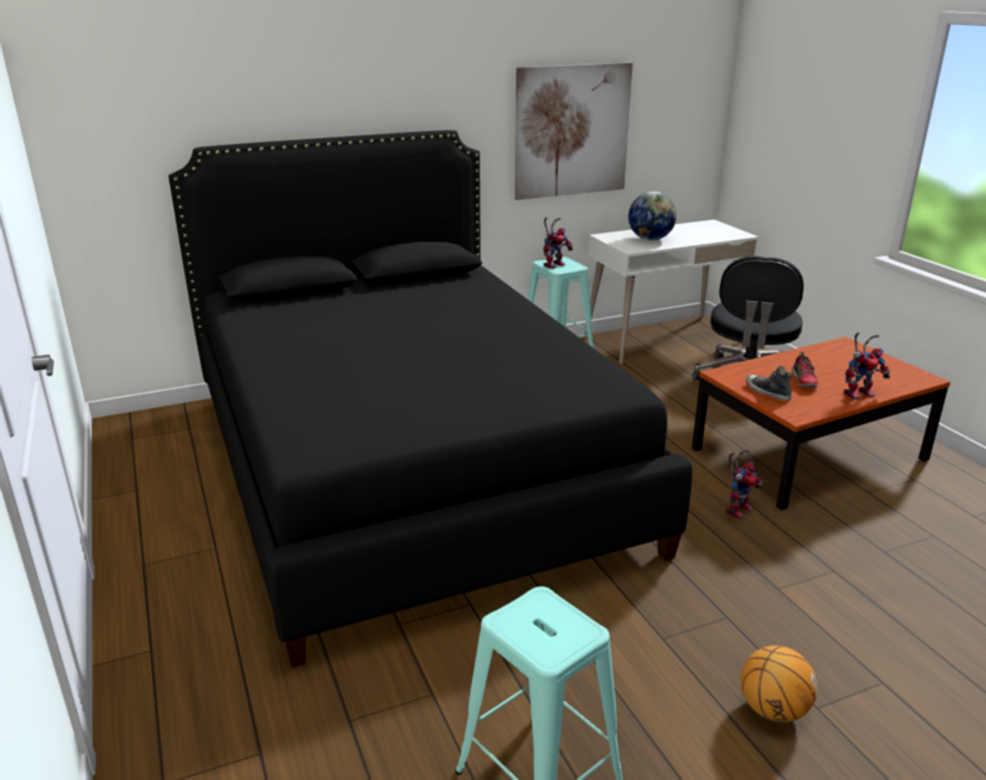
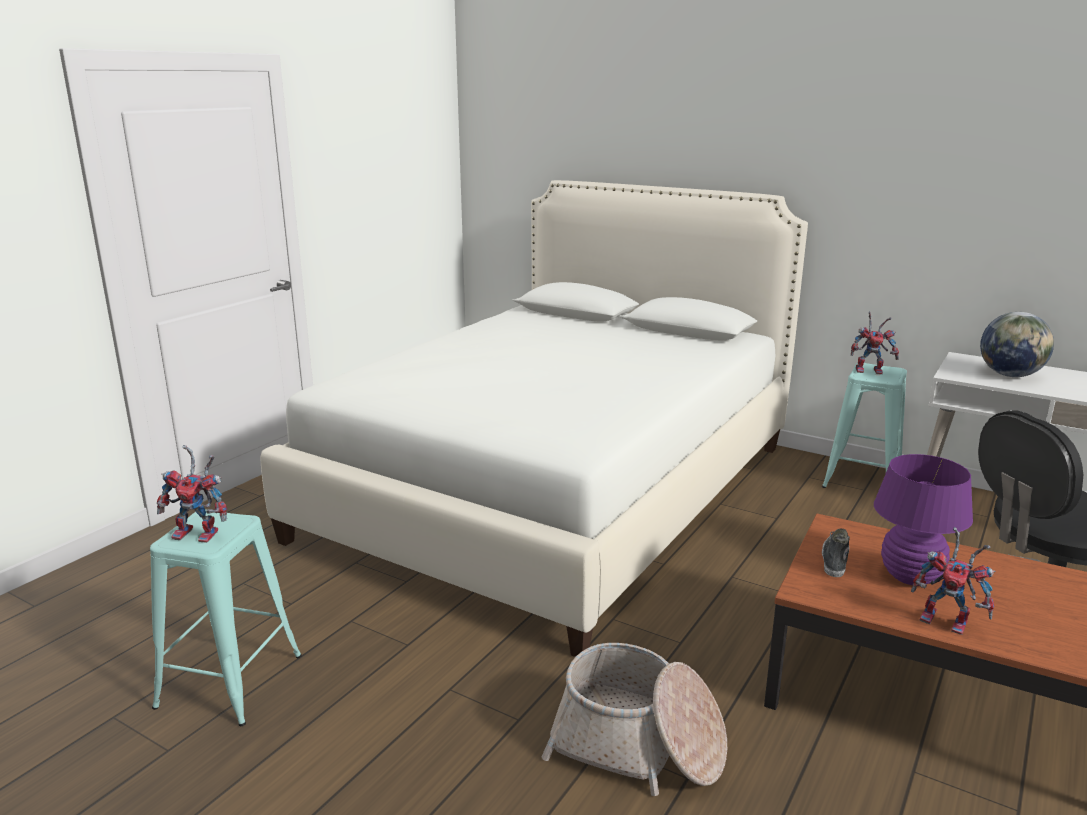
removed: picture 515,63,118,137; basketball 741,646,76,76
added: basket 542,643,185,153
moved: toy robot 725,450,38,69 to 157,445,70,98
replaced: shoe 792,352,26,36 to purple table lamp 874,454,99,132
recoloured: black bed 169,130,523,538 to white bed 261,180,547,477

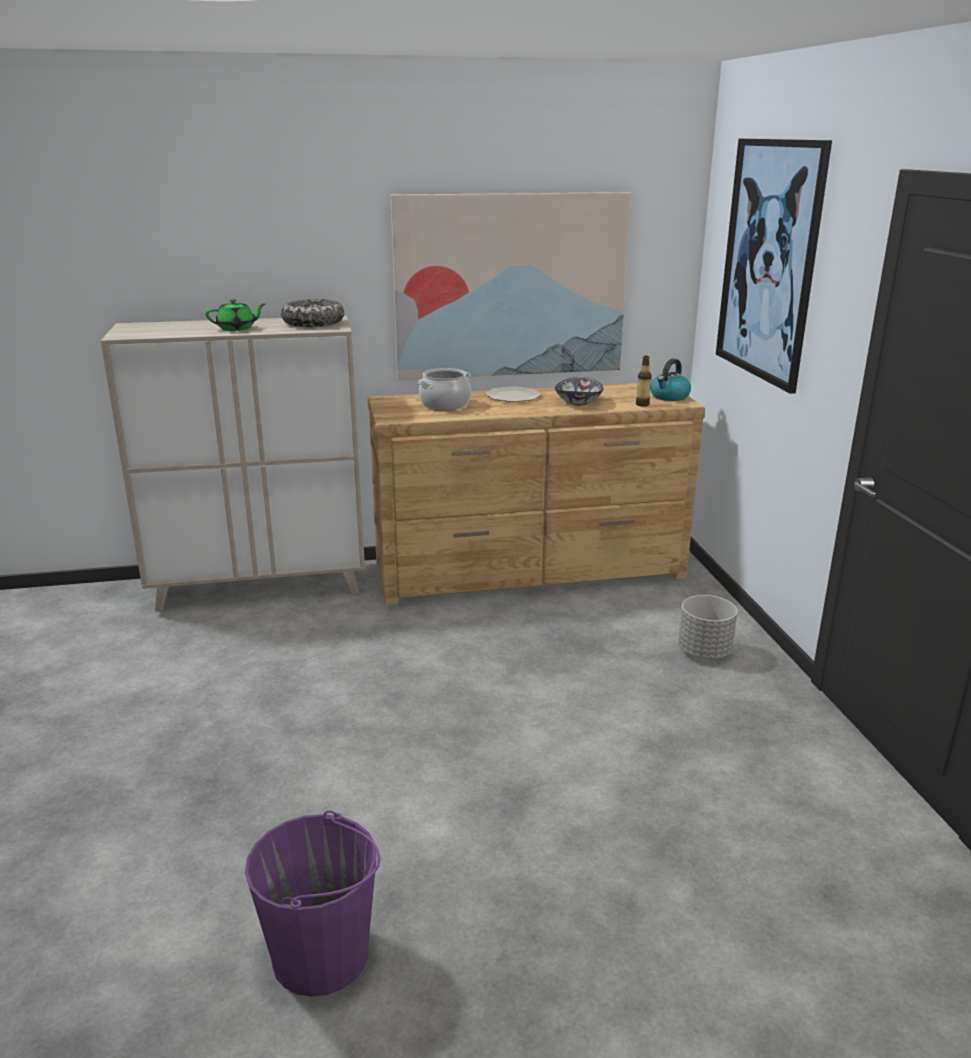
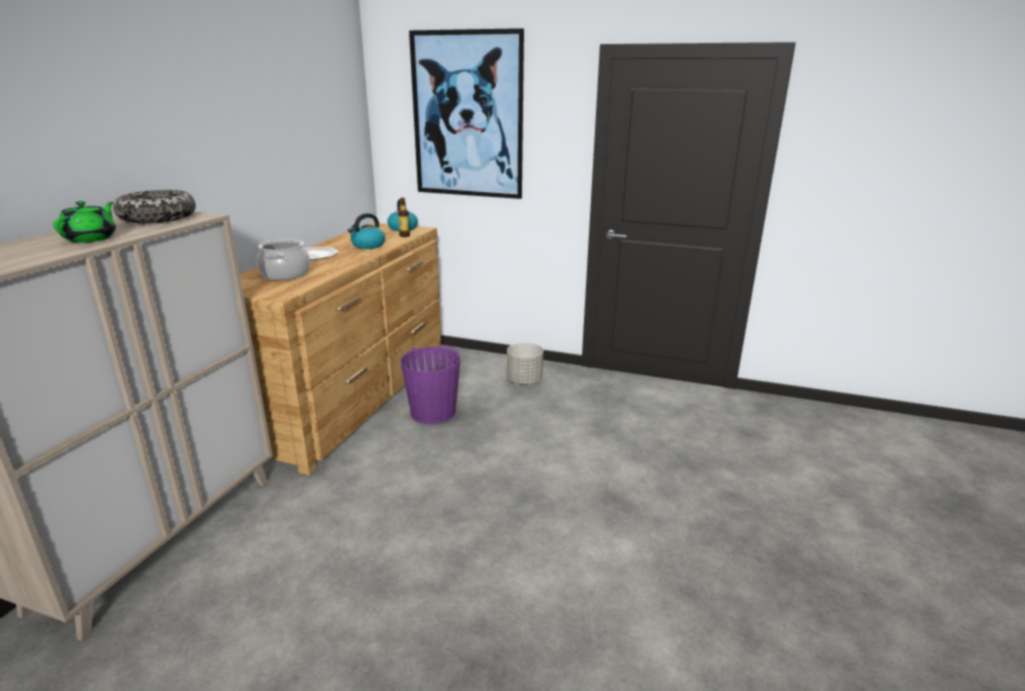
removed: picture 391,192,240,188
moved: purple bucket 245,811,135,186 to 400,346,61,78
replaced: bowl 555,377,48,29 to kettle 348,213,37,36

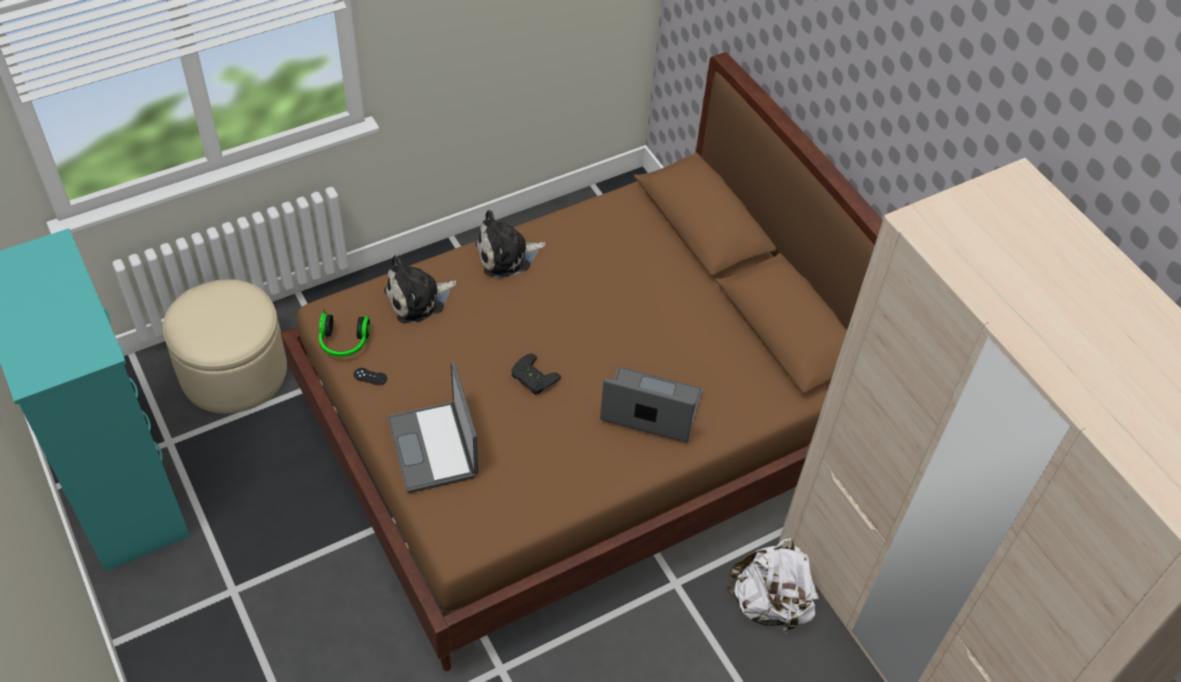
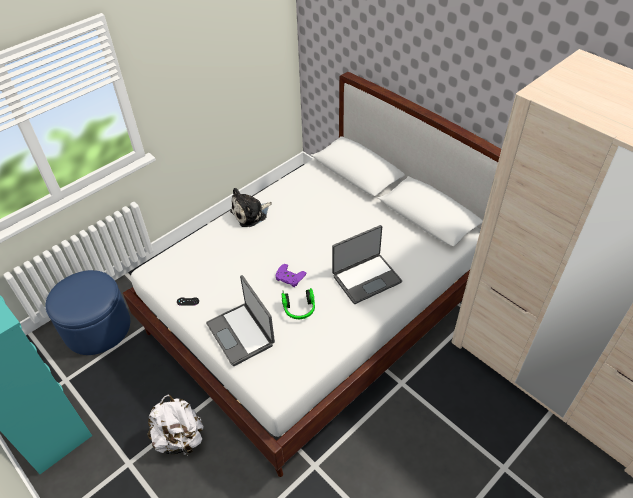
removed: plush toy 384,255,72,69
moved: white backpack 726,538,93,97 to 147,394,57,62; headphones 319,308,51,49 to 282,288,33,31
recoloured: beige ottoman 163,279,124,135 to blue ottoman 45,270,85,85; brown bed 281,52,602,619 to white bed 123,72,378,405; black game controller 511,354,50,41 to purple game controller 276,264,30,23
turned: laptop 600,367,103,76 = 332,225,70,79 150 degrees clockwise

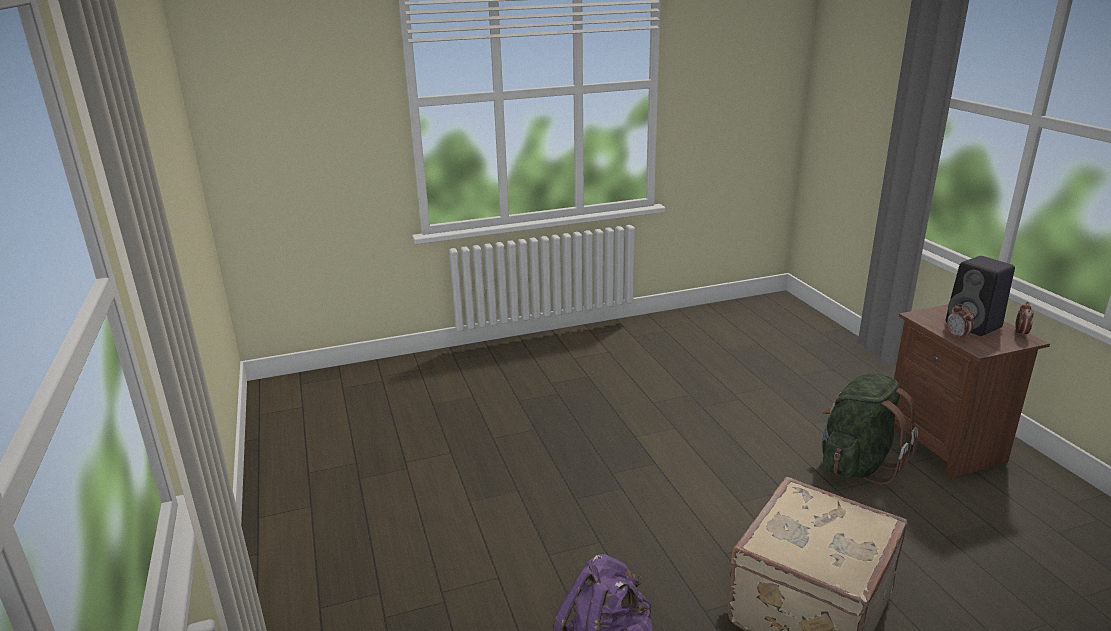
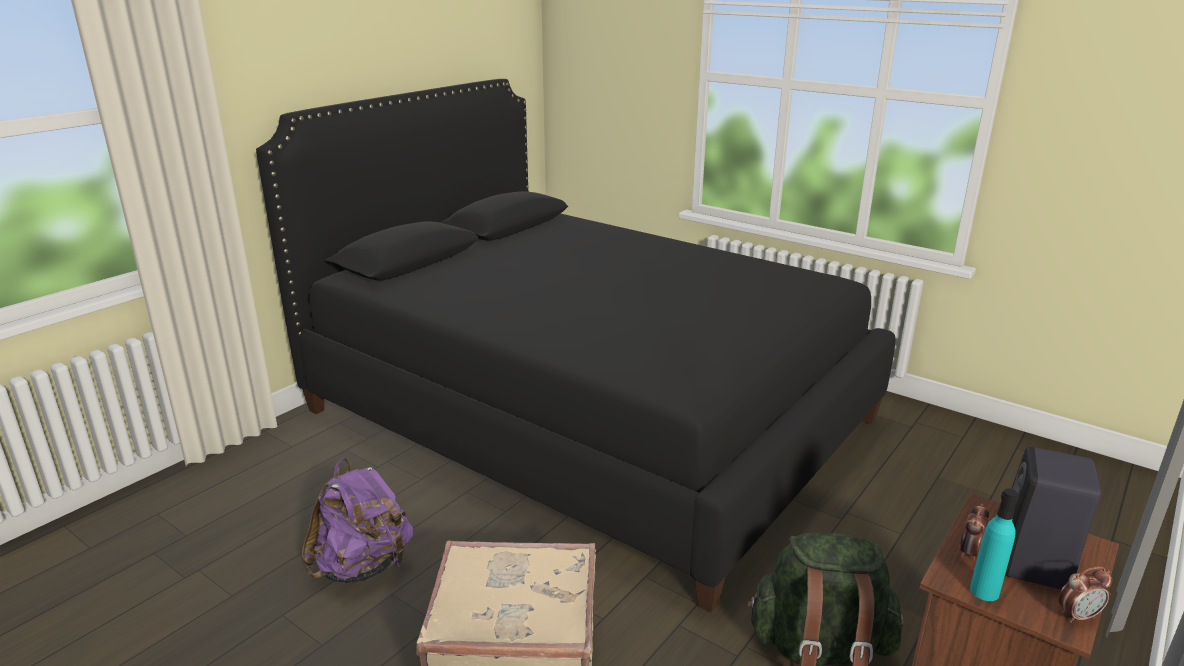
added: black bed 256,79,639,534; turquoise bottle 970,488,49,113

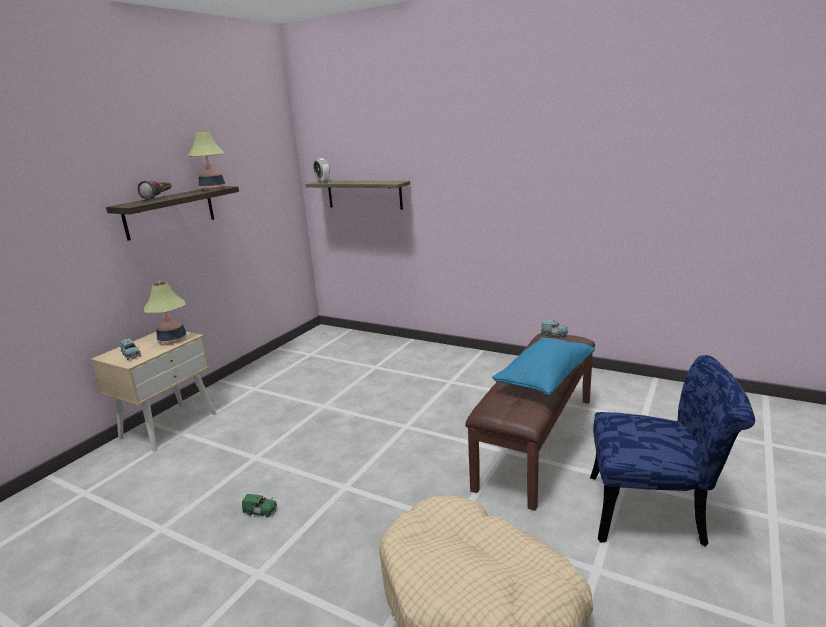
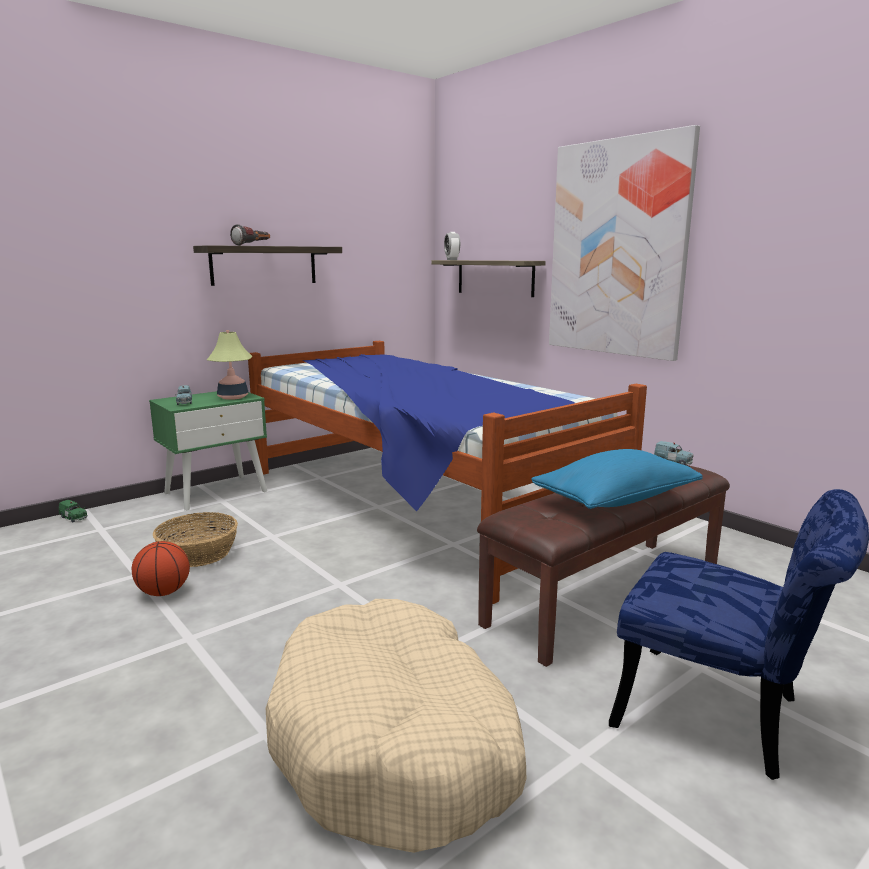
removed: table lamp 188,130,37,60
added: basketball 132,541,58,55; basket 153,512,85,55; bed 248,341,399,263; picture 549,125,151,236
moved: green toy car 242,494,35,24 to 59,500,29,22
recoloured: beige nightstand 91,332,126,120 to green nightstand 149,391,118,120

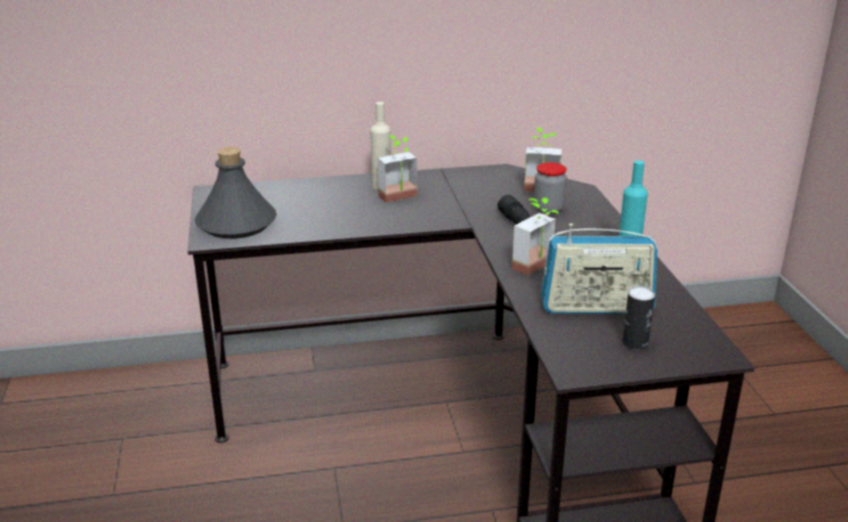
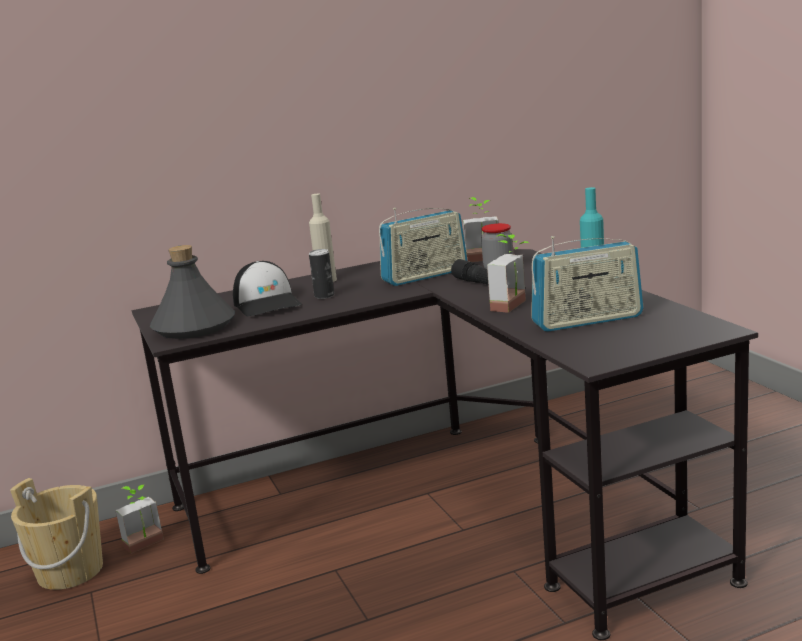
added: beige bucket 10,478,93,112; cap 233,261,69,56; radio 379,208,89,78
moved: potted plant 378,136,39,67 to 115,485,49,69; can 622,286,33,64 to 309,249,25,50

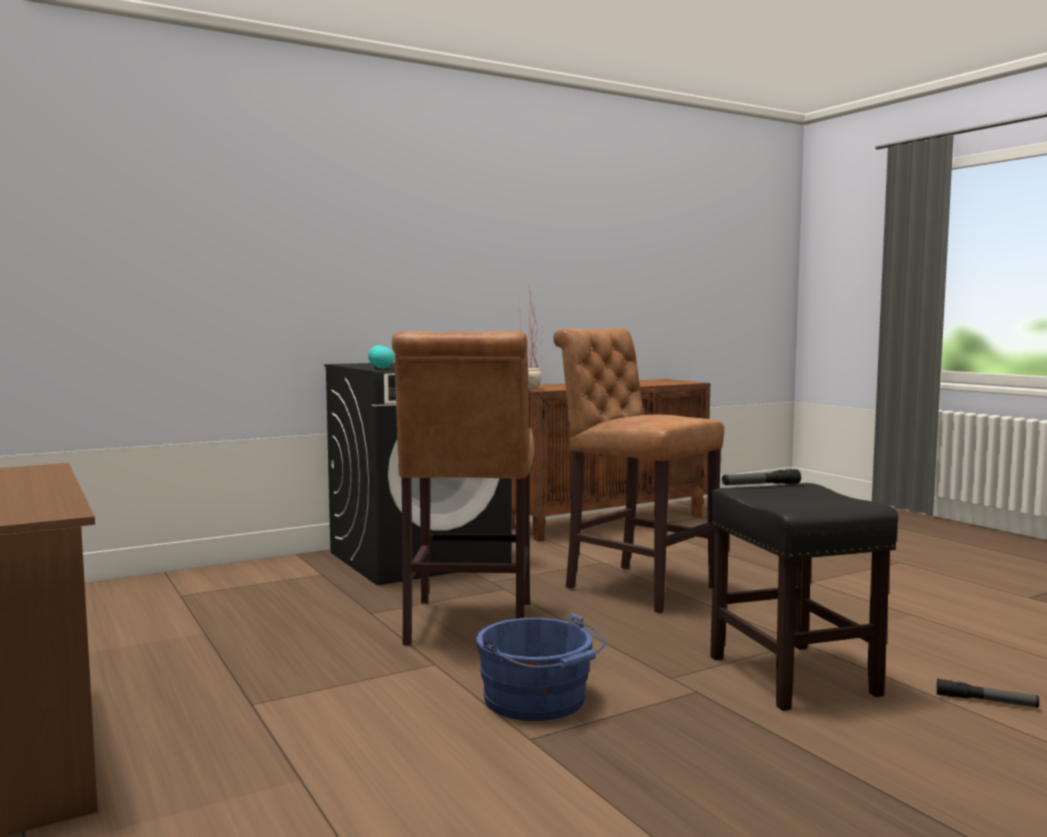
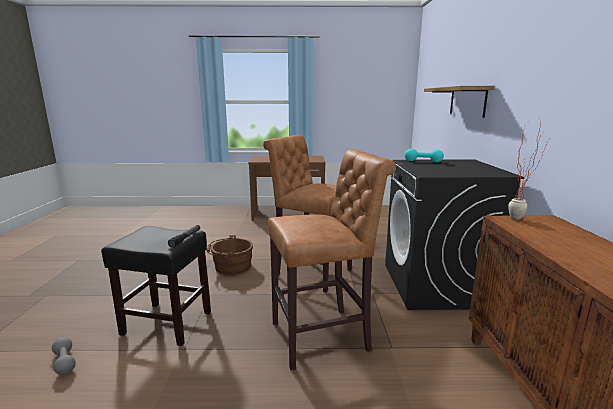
added: shelf 424,86,71,32
replaced: flashlight 937,679,102,29 to grey dumbbell 52,337,24,38
recoloured: blue bucket 476,613,130,108 to brown bucket 207,235,46,40

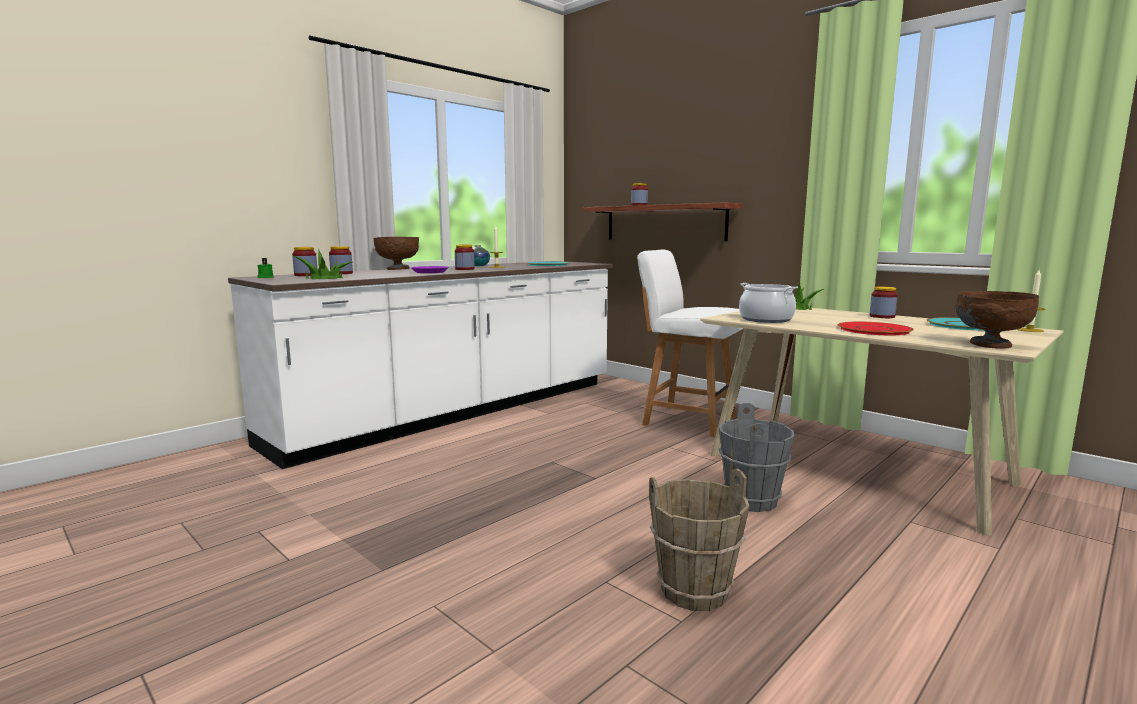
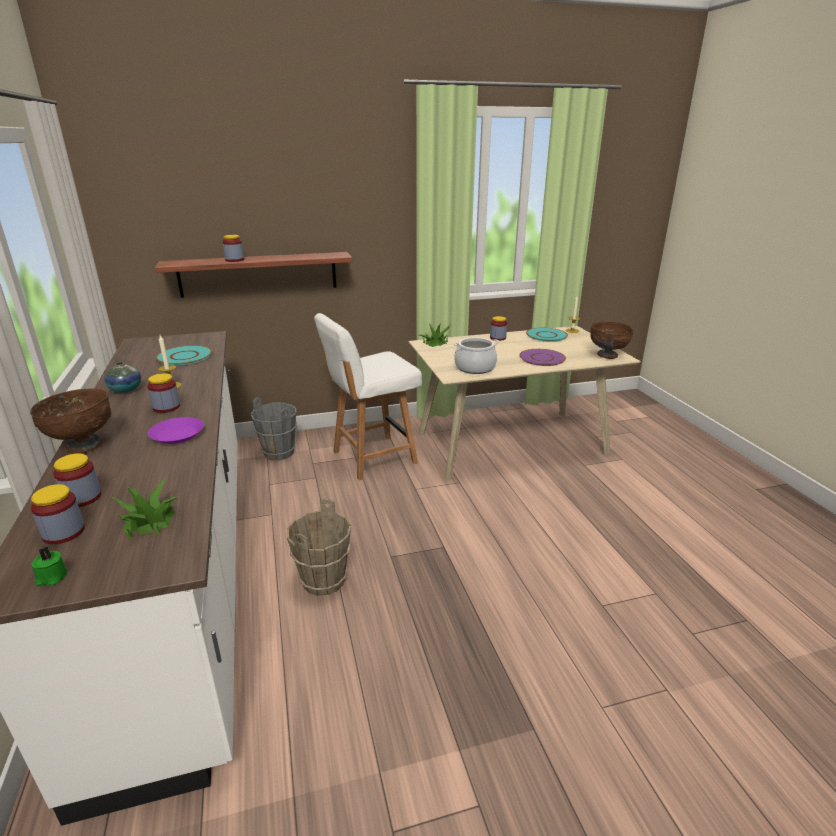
moved: grey bucket 719,403,75,109 to 251,397,46,64; brown bucket 649,469,101,142 to 287,499,64,97
recoloured: red plate 838,322,76,13 to purple plate 519,349,47,17

